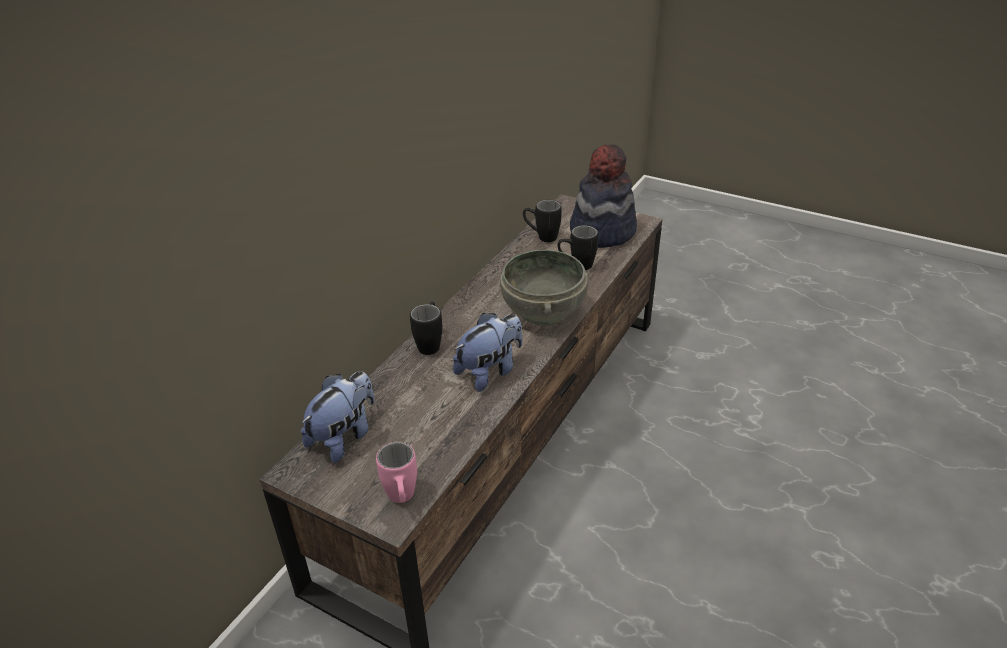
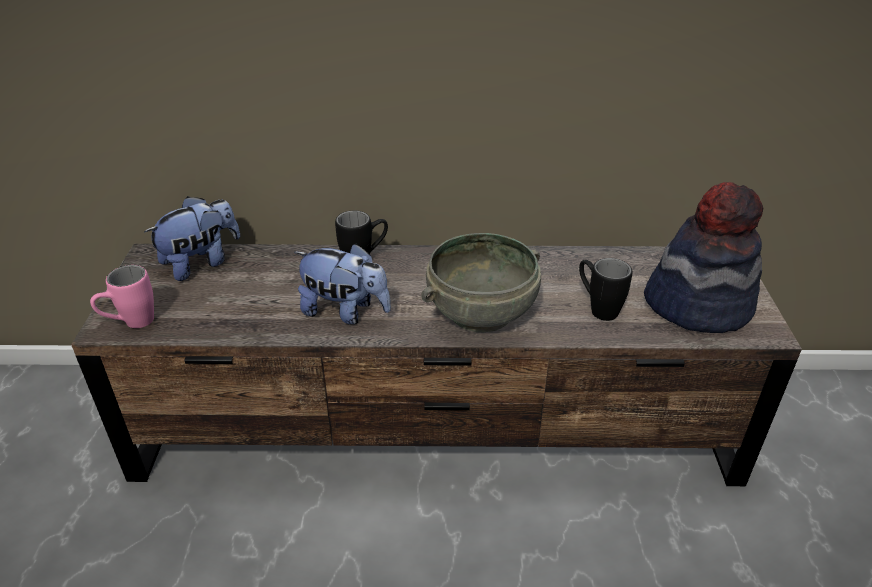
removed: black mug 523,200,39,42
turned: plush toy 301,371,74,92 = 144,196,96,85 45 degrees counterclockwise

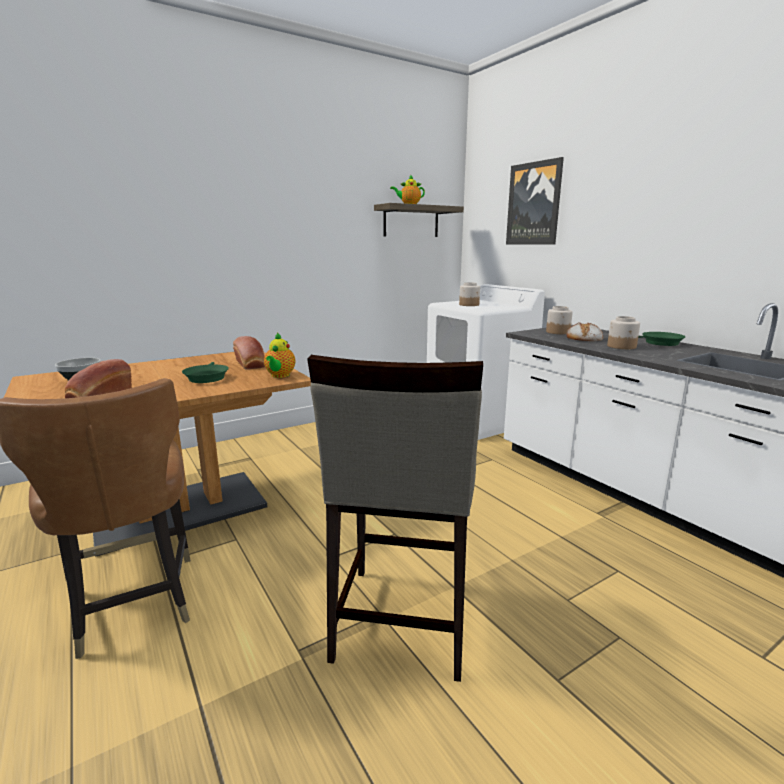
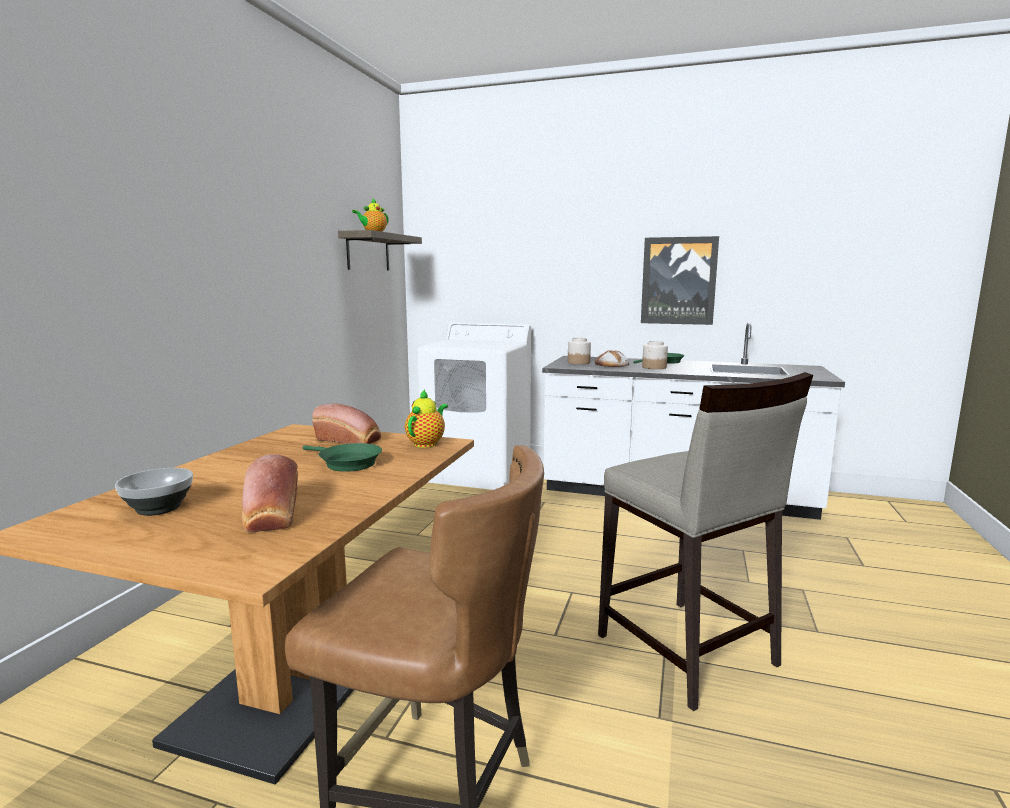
removed: jar 459,282,21,24
moved: picture 506,157,58,88 to 641,236,78,89
turned: teapot 264,332,31,46 = 405,389,43,59 120 degrees counterclockwise

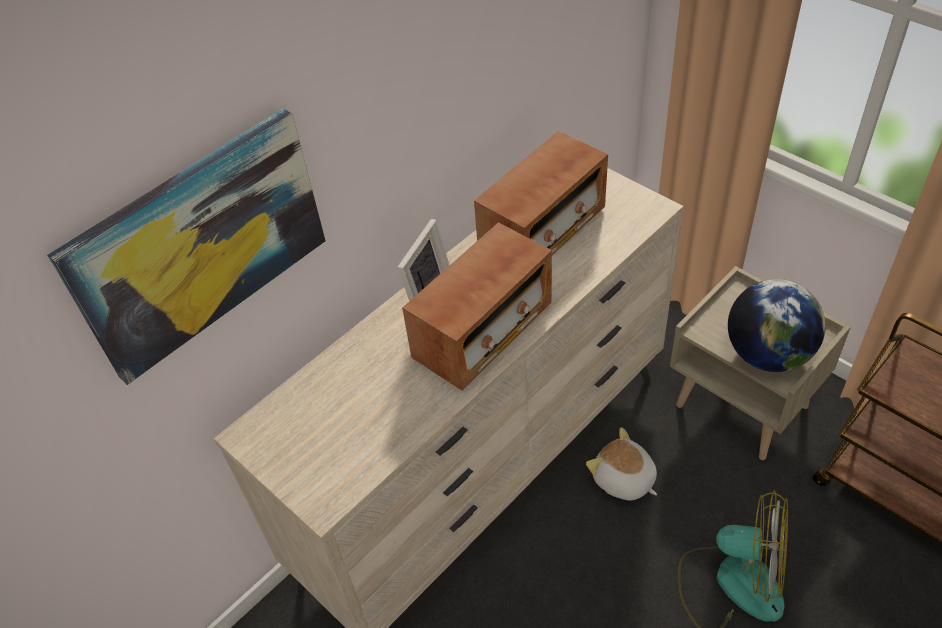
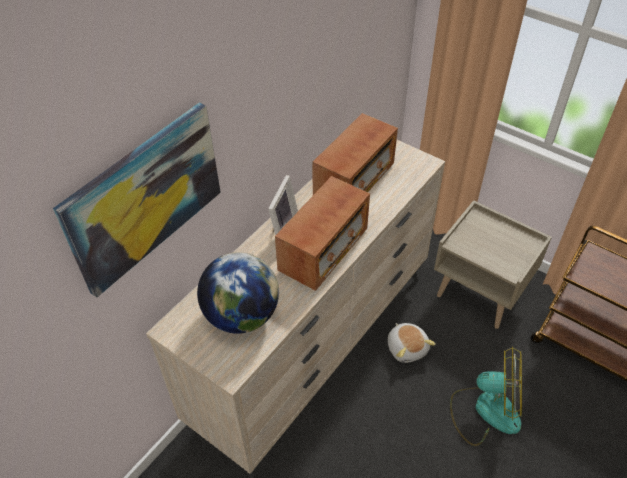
moved: globe 728,279,98,93 to 197,252,82,82
turned: plush toy 586,427,71,74 = 388,323,48,40 150 degrees counterclockwise

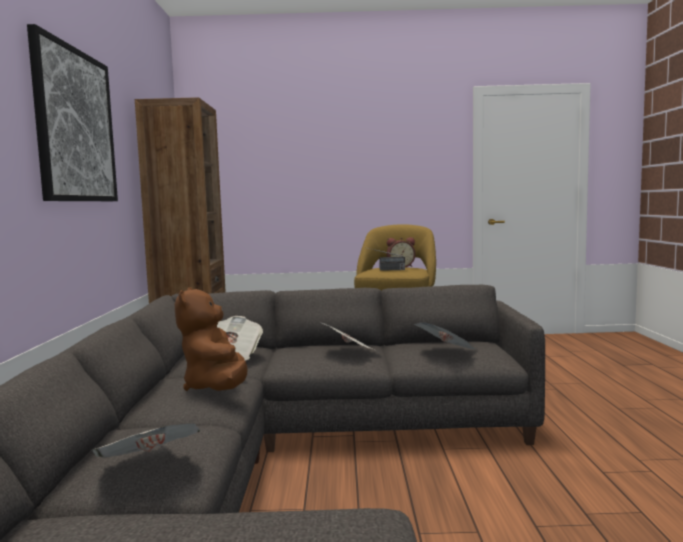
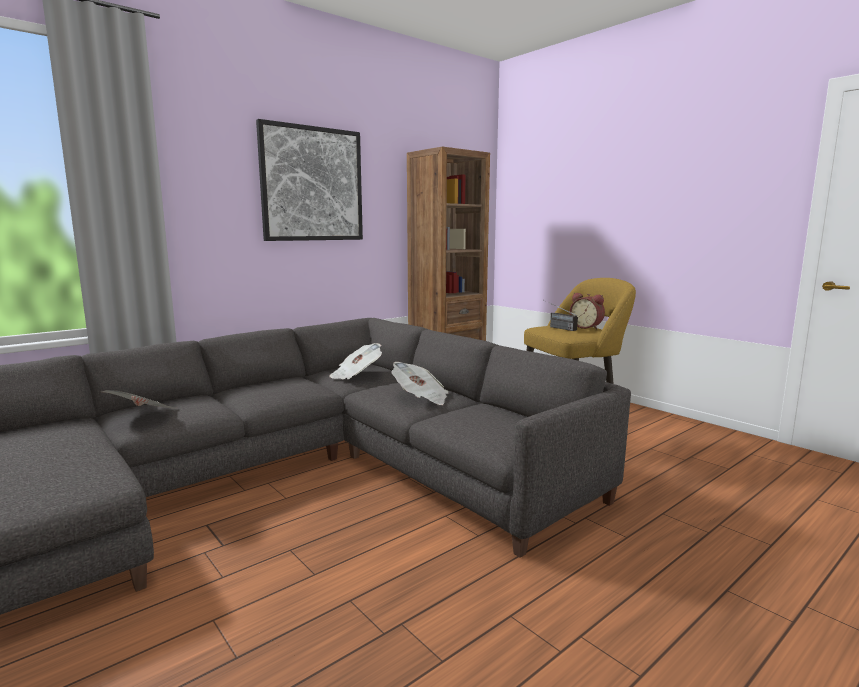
removed: brown plush toy 175,287,73,104; newspaper 414,322,62,27

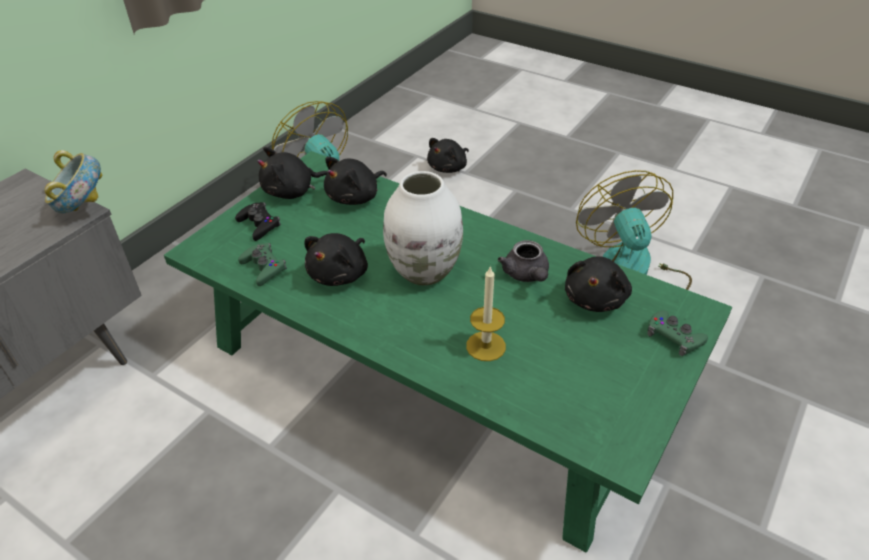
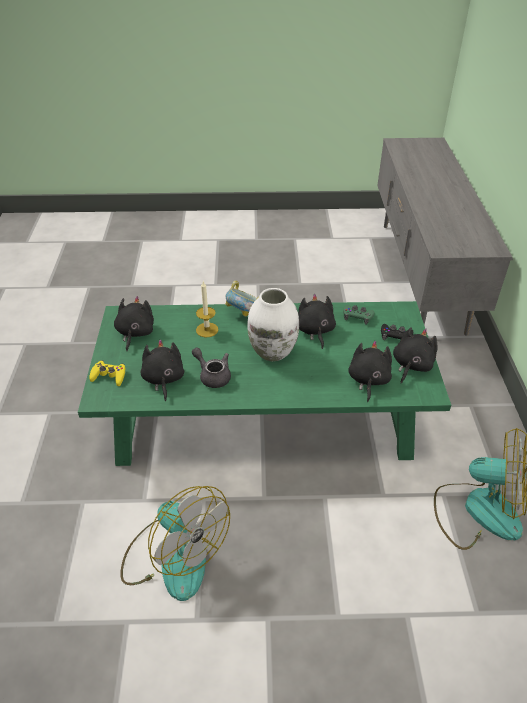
moved: black plush toy 427,138,42,35 to 114,296,40,55; bowl 44,150,58,63 to 225,280,34,37
recoloured: green game controller 647,310,61,46 to yellow game controller 89,360,36,26

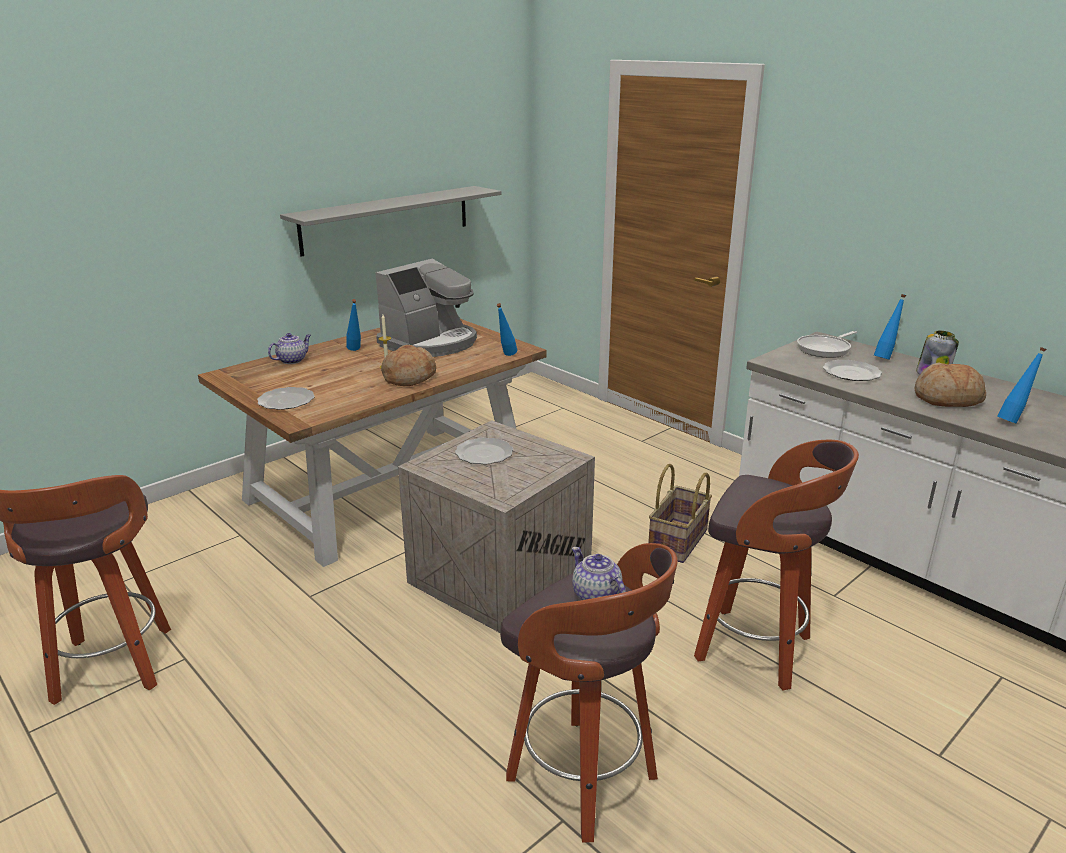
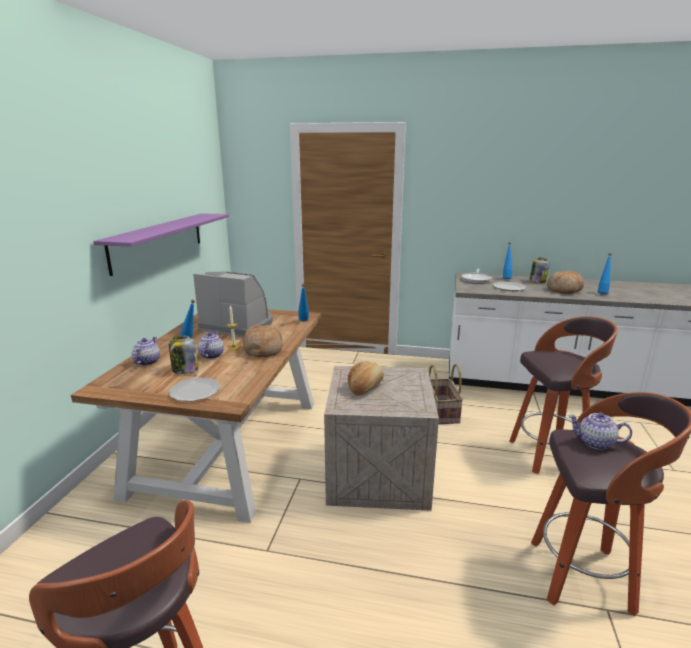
added: jar 169,335,29,39; teapot 197,331,27,28
replaced: plate 455,438,58,27 to bread 348,361,36,35
recoloured: grey shelf 280,186,221,71 to purple shelf 93,213,136,63
turned: coffee machine 375,259,102,98 = 193,272,80,66 75 degrees counterclockwise

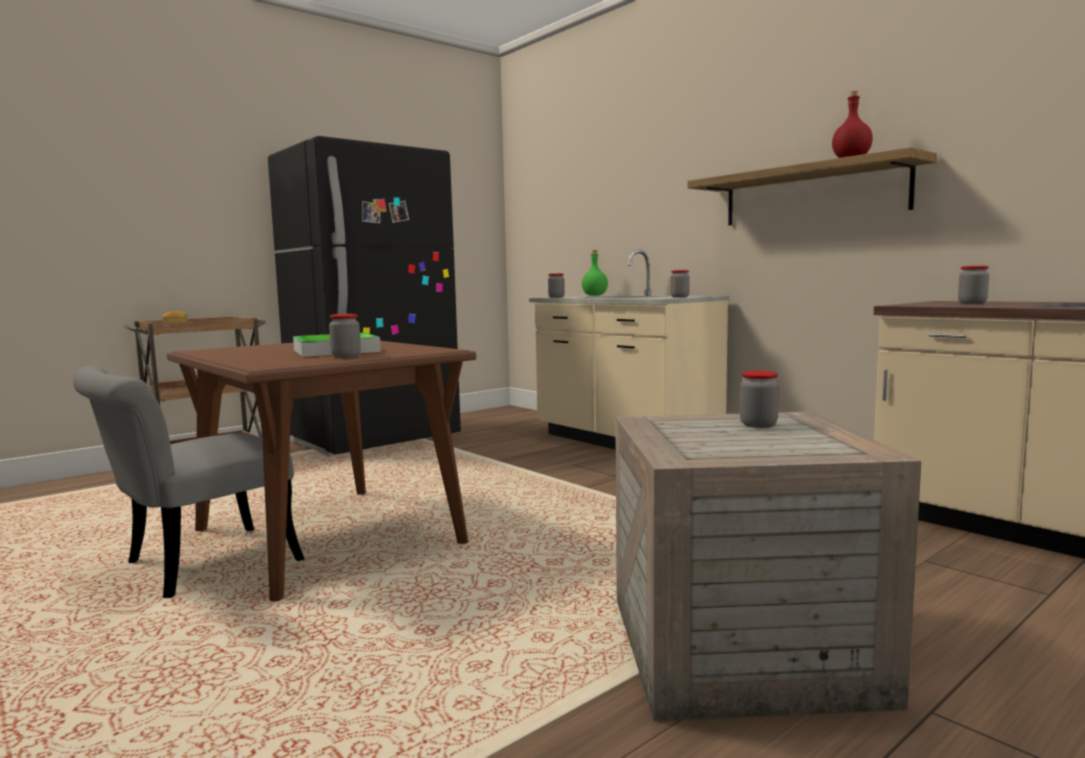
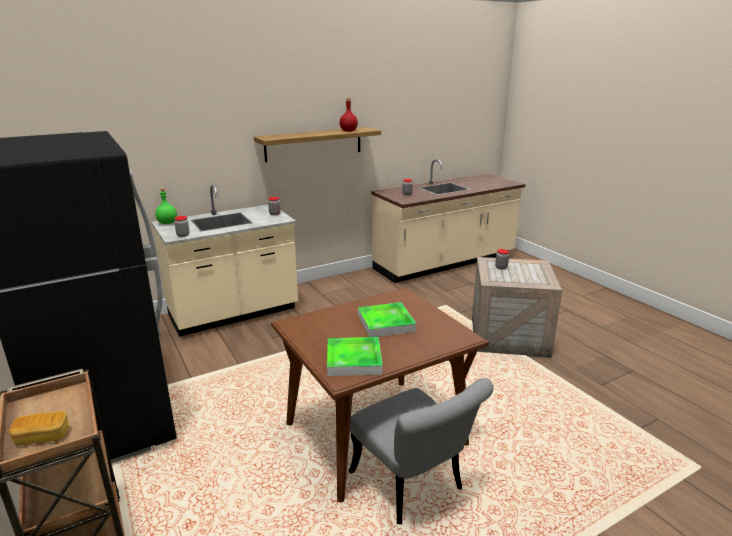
removed: jar 329,314,32,44
added: tray 327,337,56,39

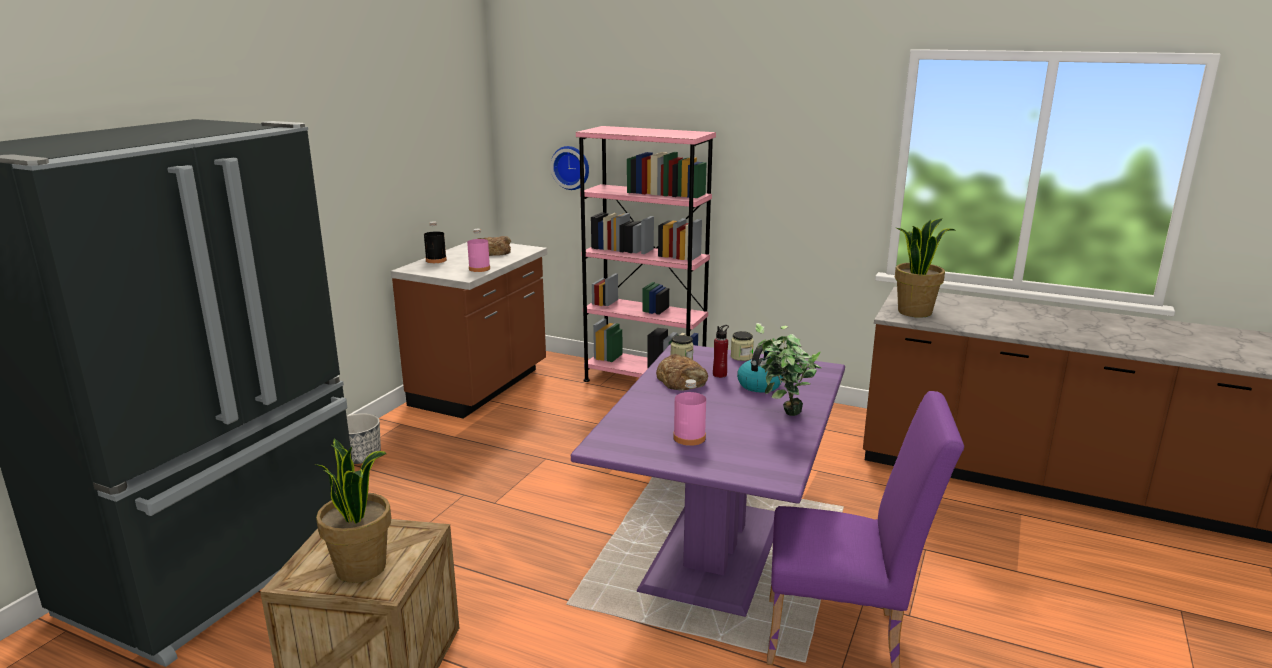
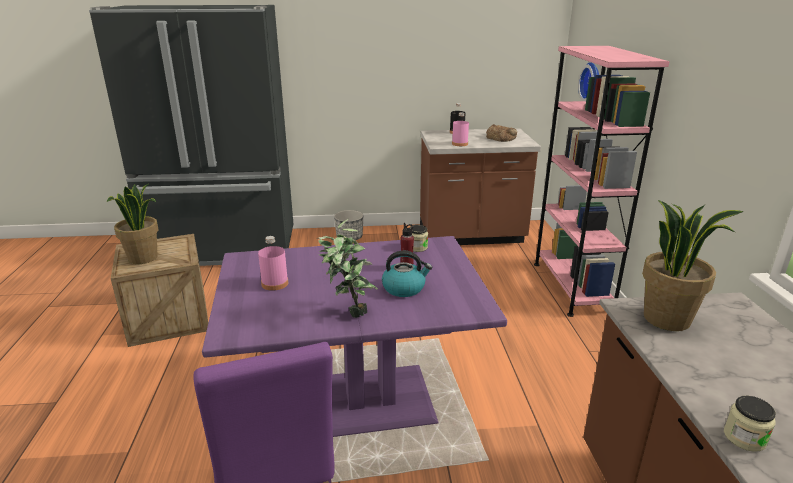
removed: bread 656,354,52,37
moved: jar 731,331,23,30 to 724,396,52,56

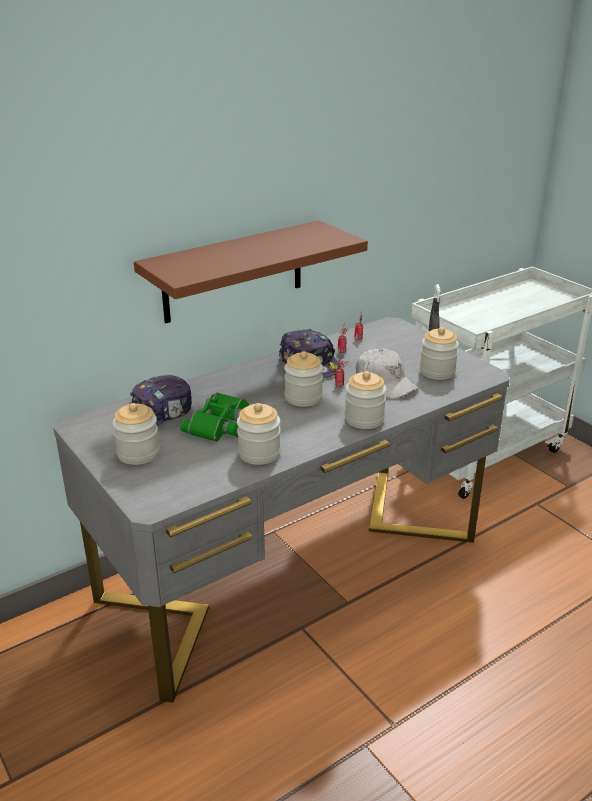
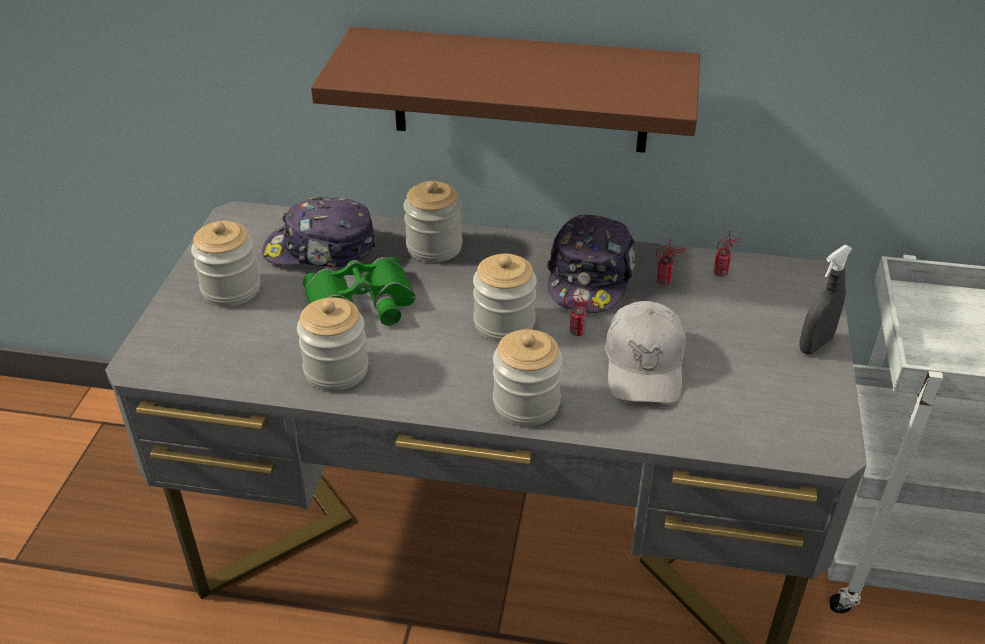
moved: jar 420,327,39,53 to 404,181,58,81

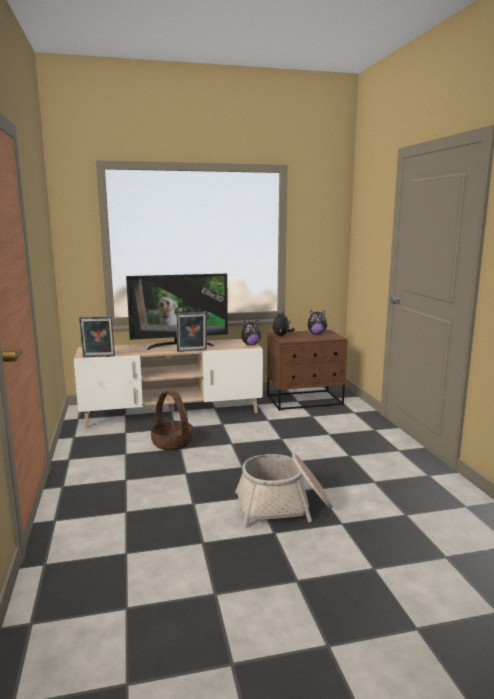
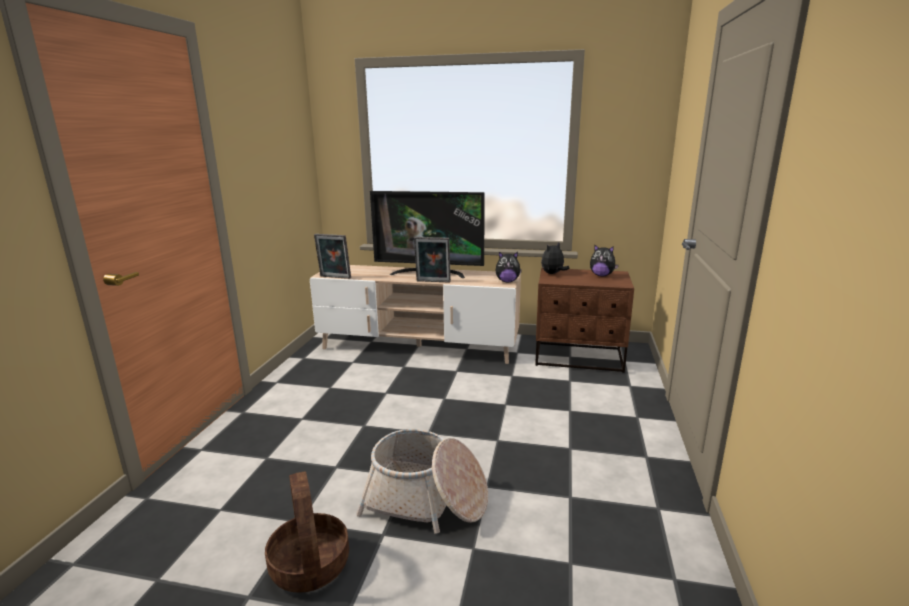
moved: basket 151,390,42,60 to 265,471,84,122

